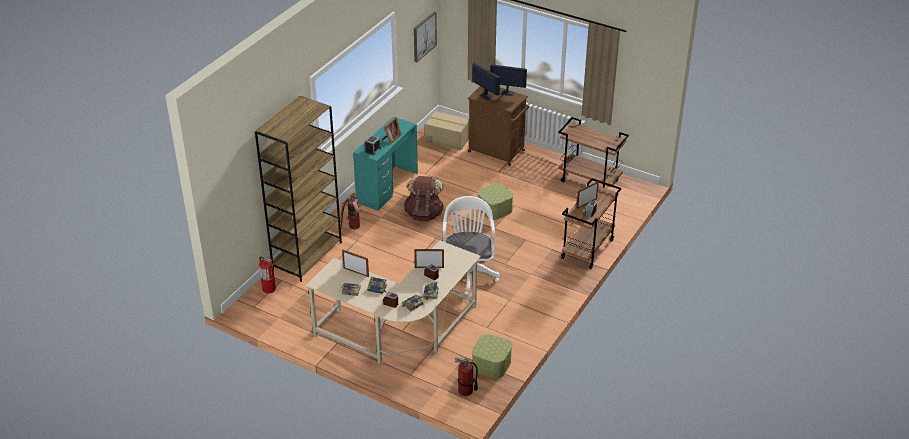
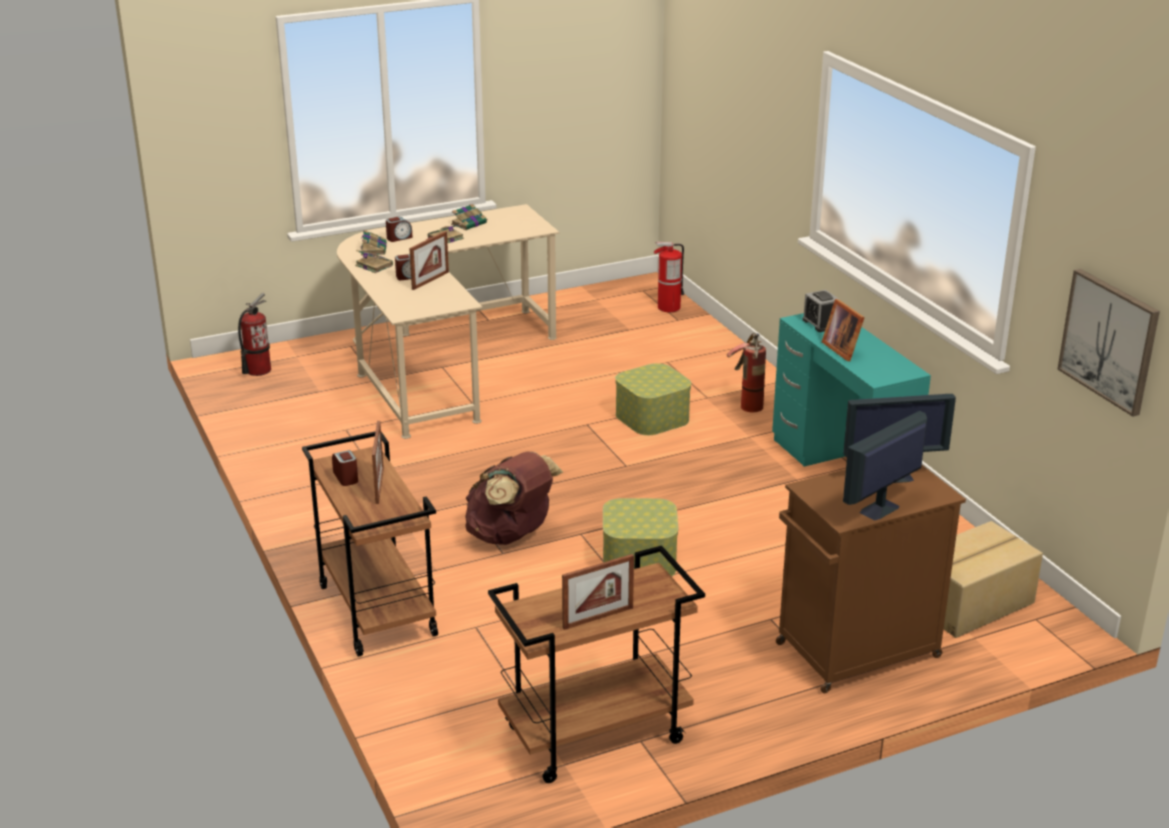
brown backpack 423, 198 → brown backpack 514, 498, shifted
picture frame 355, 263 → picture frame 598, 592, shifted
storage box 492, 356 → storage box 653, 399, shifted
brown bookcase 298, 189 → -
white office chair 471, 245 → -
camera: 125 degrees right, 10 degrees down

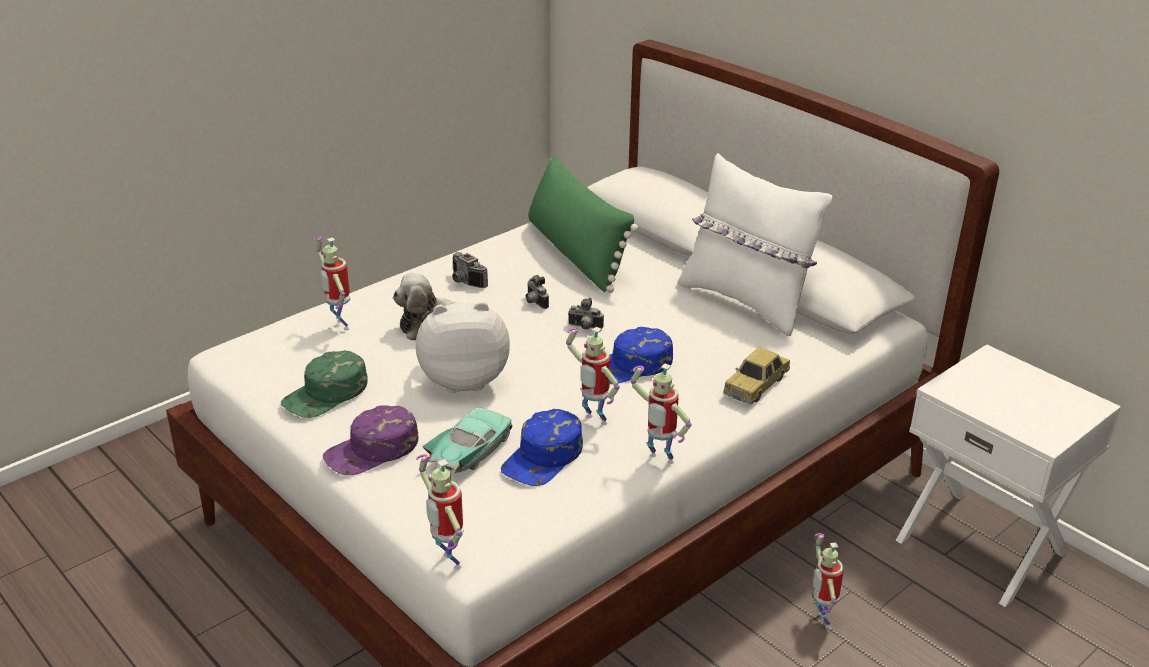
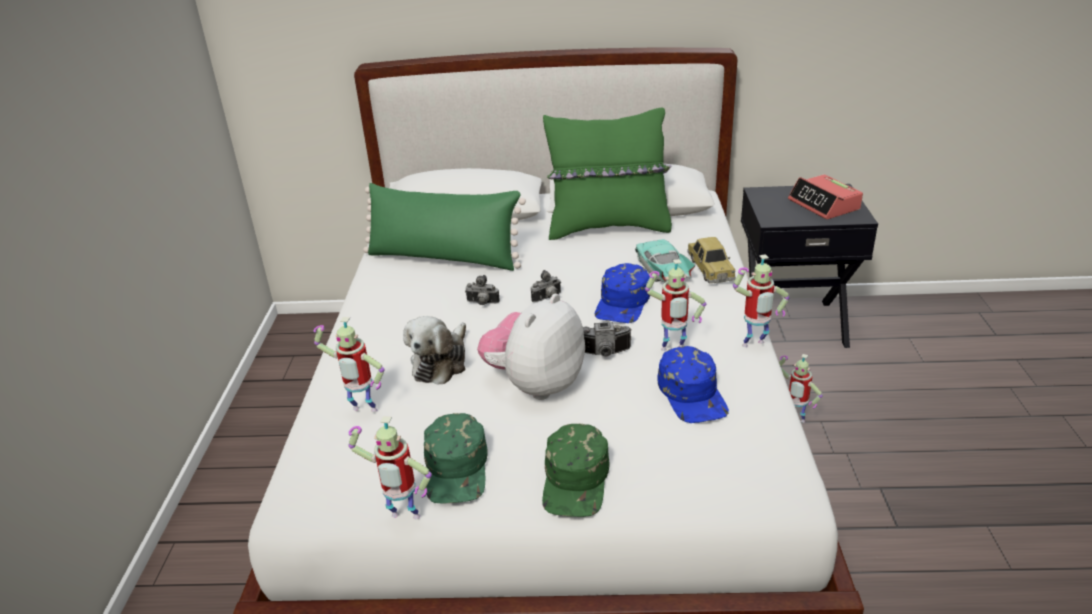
toy robot 440, 512 → toy robot 390, 467, shifted
purple cap 370, 440 → green cap 575, 470
white pillow 755, 244 → green pillow 607, 174
photo camera 470, 270 → photo camera 607, 339, shifted
turquoise toy car 467, 440 → turquoise toy car 665, 261, shifted
white nightstand 1008, 475 → black nightstand 809, 266
- → alarm clock 825, 196
camera: 45 degrees left, 0 degrees up

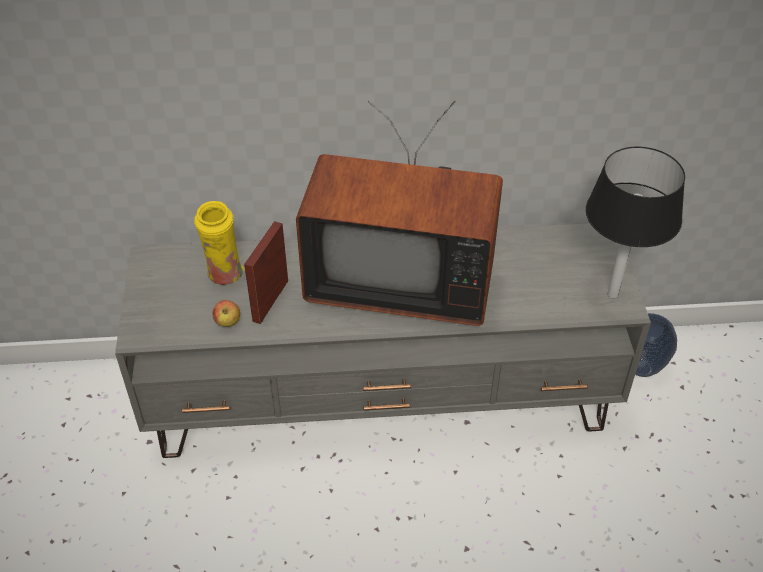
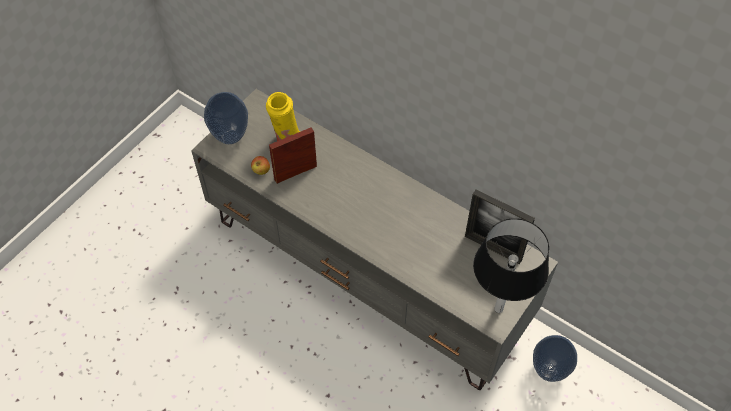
- → vase 226, 118
- → picture frame 500, 227
television 399, 213 → -
camera: 40 degrees right, 10 degrees up

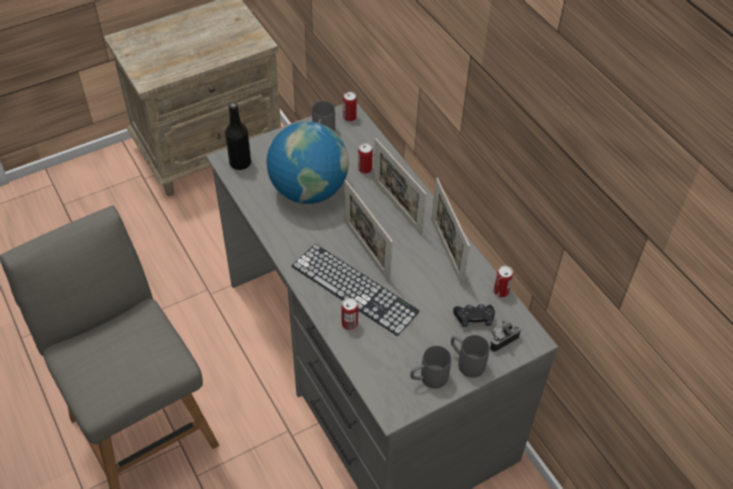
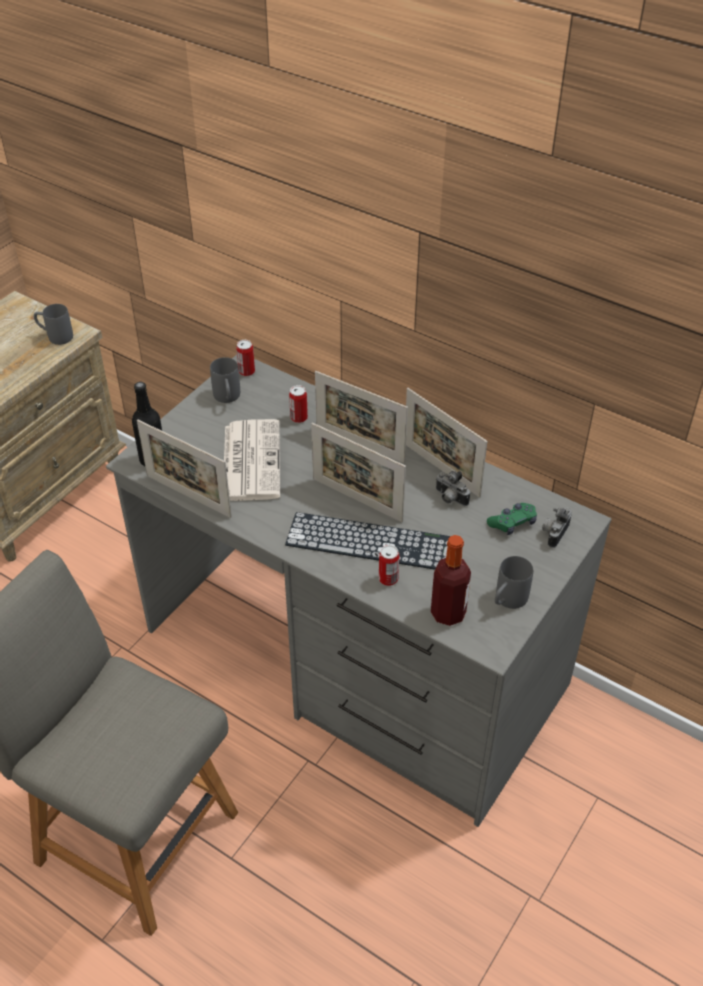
grey mug 470, 356 → grey mug 53, 324, shifted
- → picture frame 184, 469
globe 308, 163 → newspaper 252, 460
- → bottle 451, 580
- → photo camera 453, 488
black game controller 474, 315 → green game controller 512, 519
can 503, 281 → -
camera: 25 degrees left, 5 degrees down

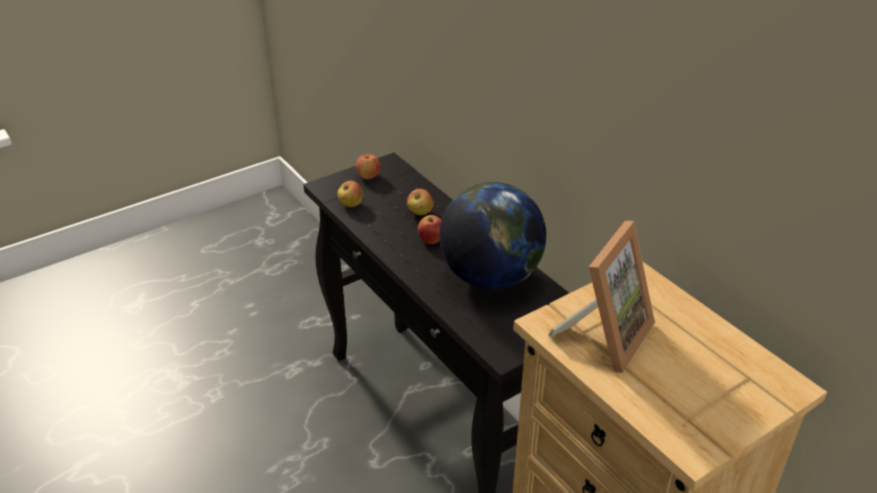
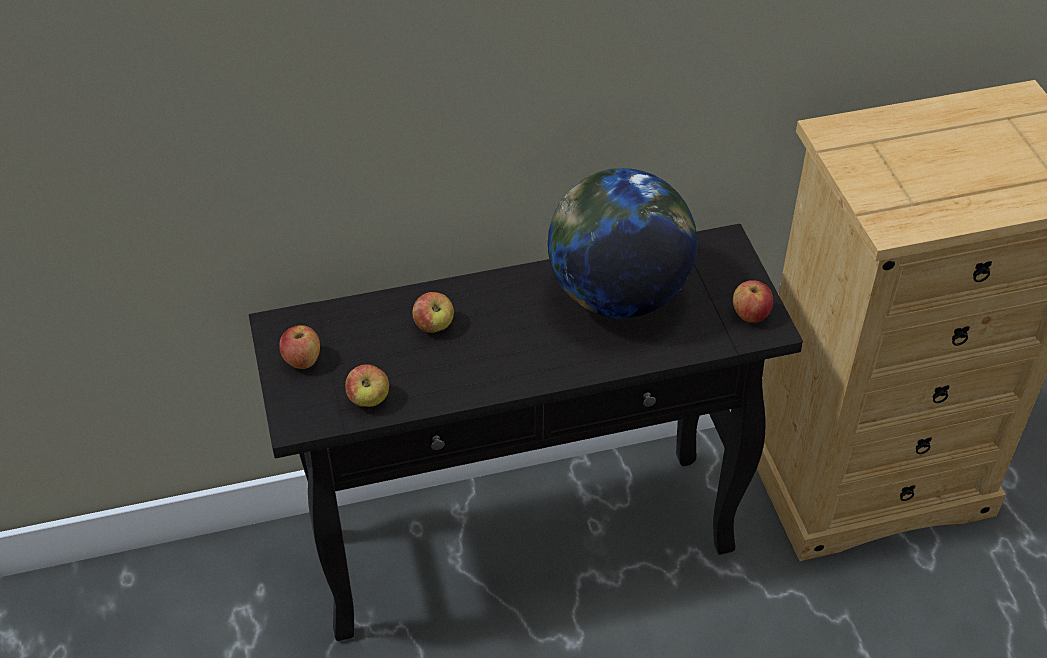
apple 429, 229 → apple 753, 301, shifted
picture frame 601, 297 → -
camera: 70 degrees left, 10 degrees up

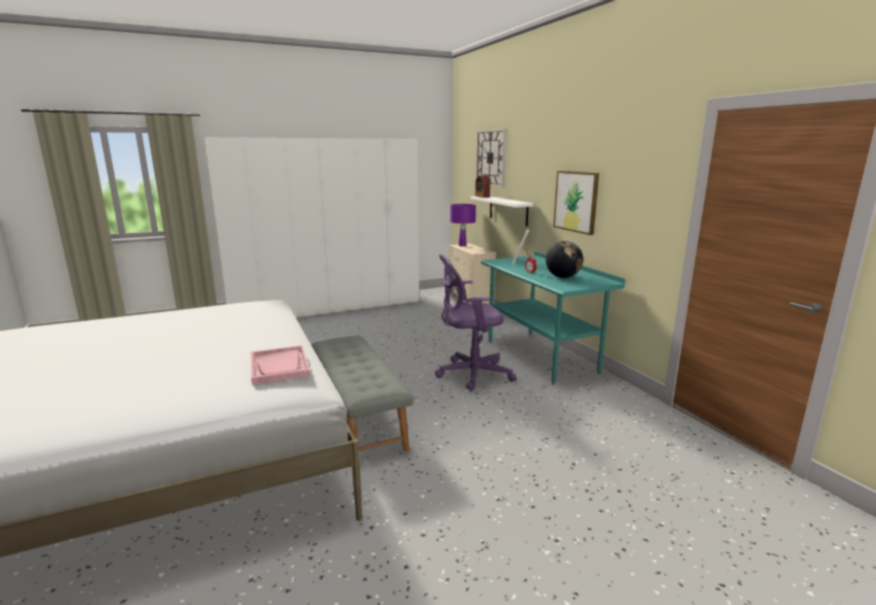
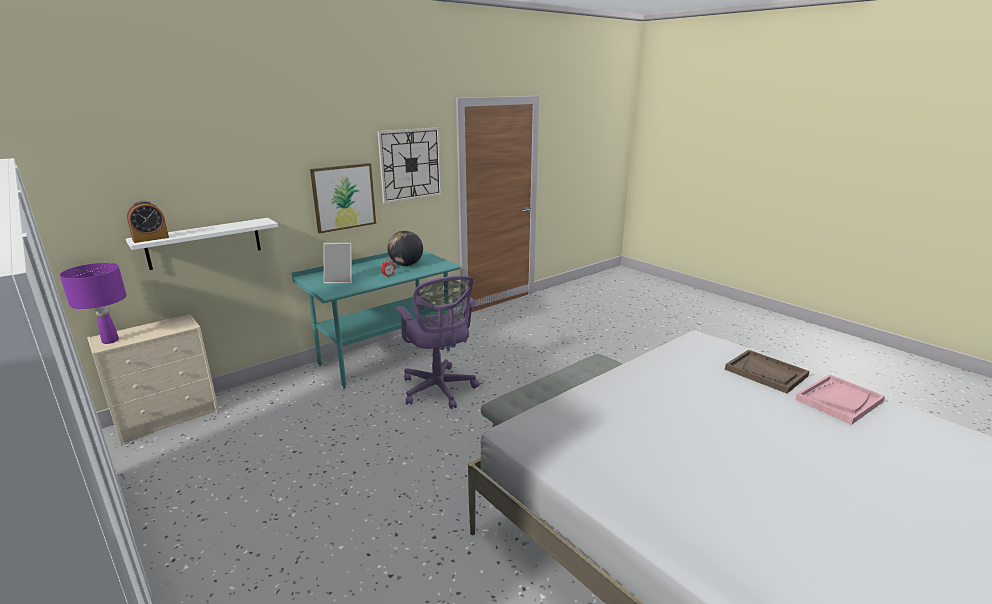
wall clock 491, 158 → wall clock 409, 165, shifted
- → brown tray 767, 372
pink tray 280, 365 → pink tray 840, 399, shifted
camera: 105 degrees left, 5 degrees up

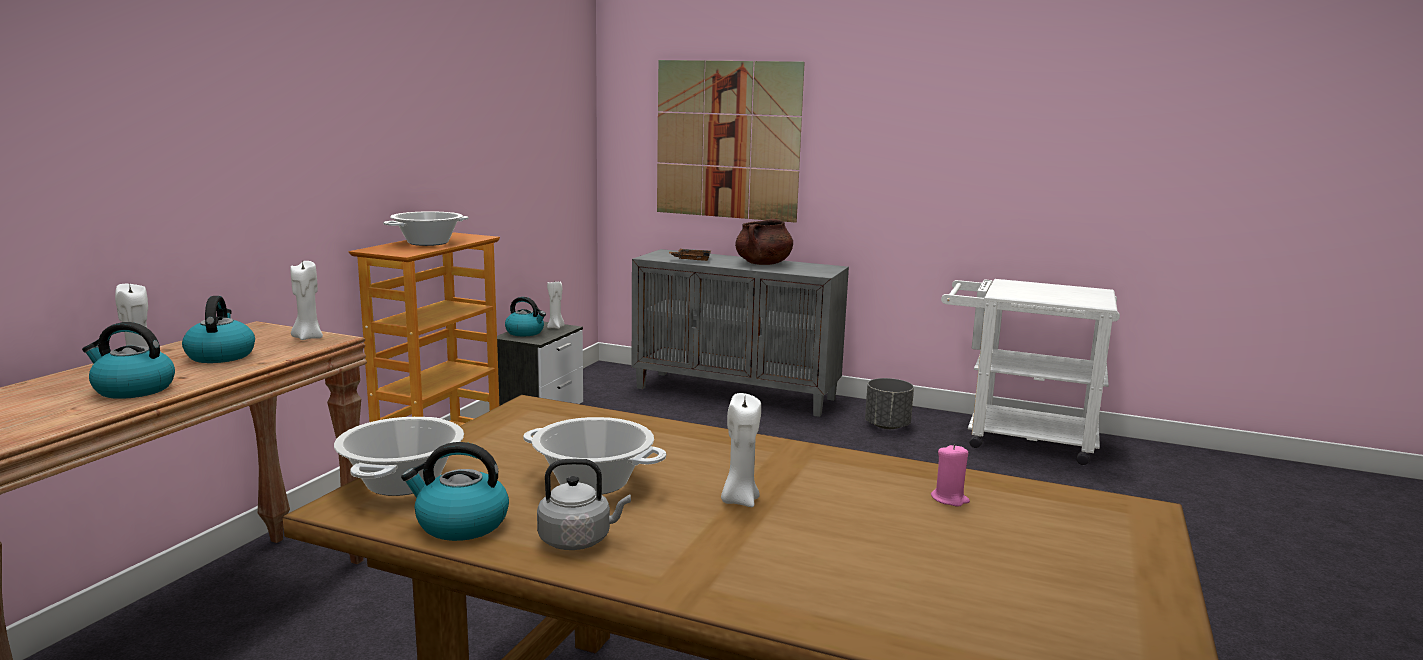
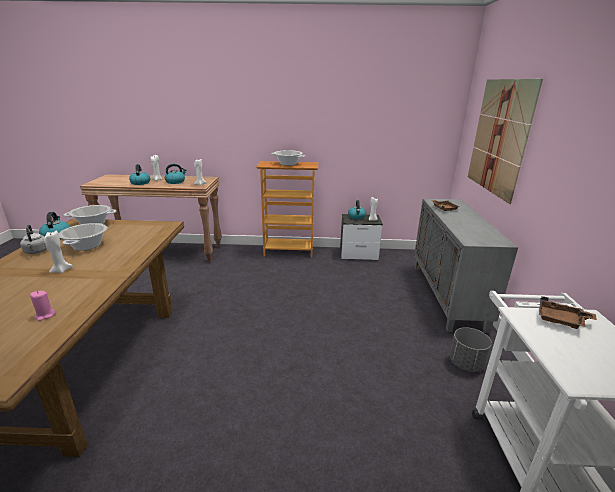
- → brown tray 568, 312
brown cooking pot 764, 242 → -
camera: 70 degrees right, 10 degrees up

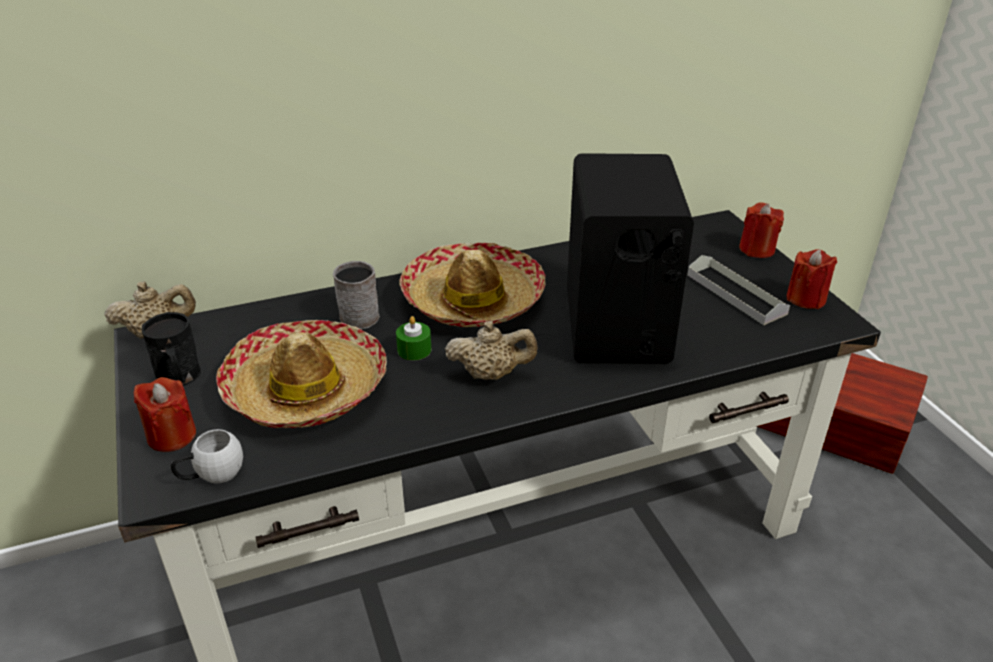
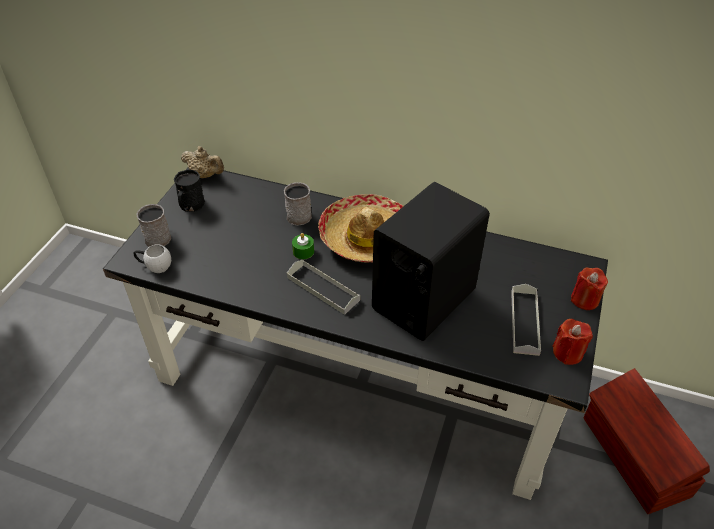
red candle 165, 414 → grey mug 154, 225
beige teapot 491, 350 → grey tray 323, 287
hat 301, 374 → -
camera: 40 degrees right, 10 degrees up

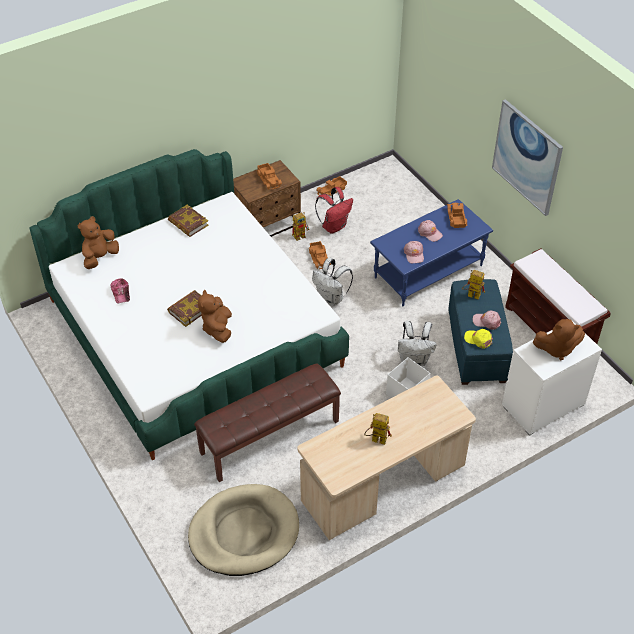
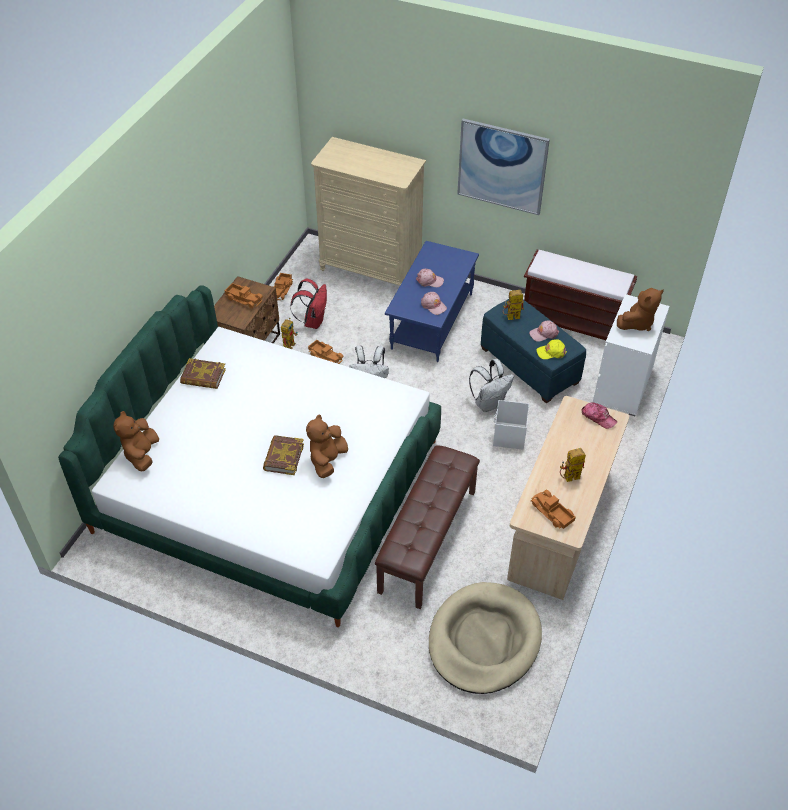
brown plush toy 215, 316 → brown plush toy 327, 446, 60 degrees clockwise
- → beige dresser 368, 211
toy truck 457, 215 → toy truck 553, 509, shifted
cap 120, 291 → cap 599, 415, shifted
camera: 35 degrees left, 0 degrees up

